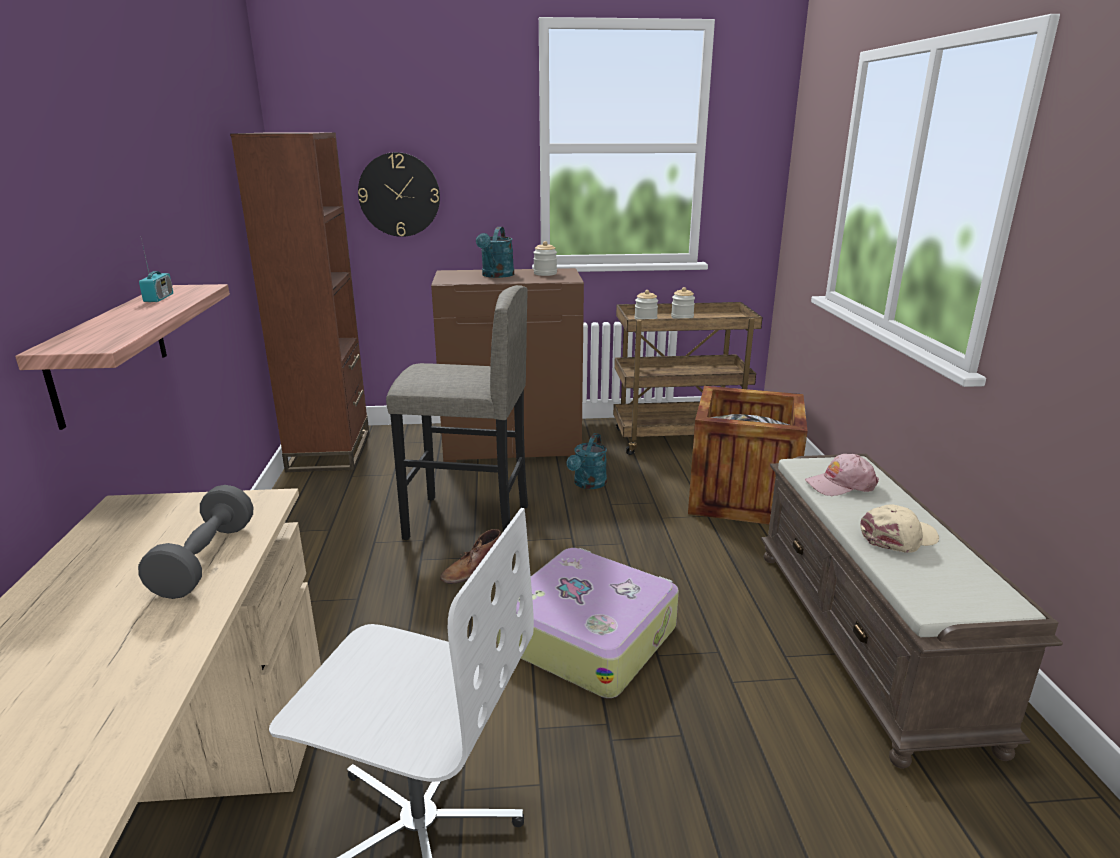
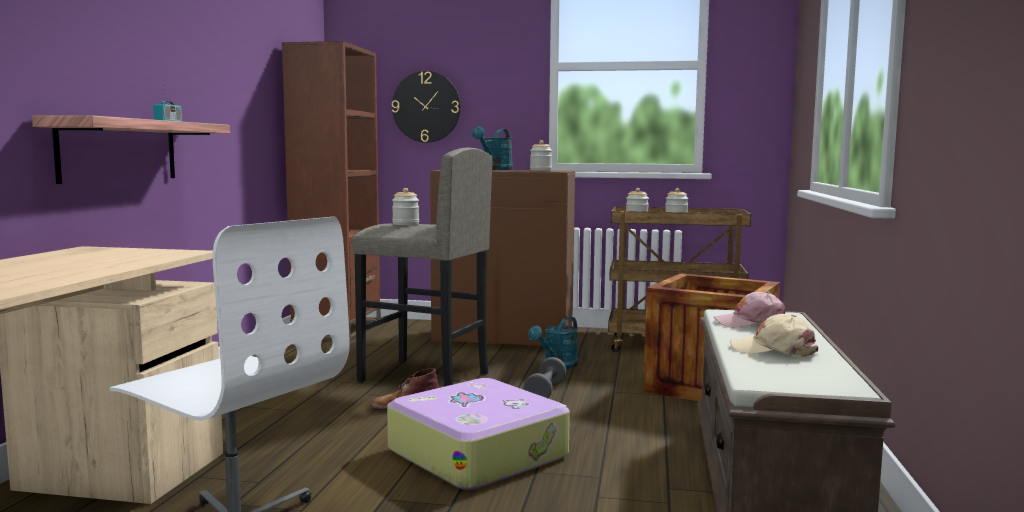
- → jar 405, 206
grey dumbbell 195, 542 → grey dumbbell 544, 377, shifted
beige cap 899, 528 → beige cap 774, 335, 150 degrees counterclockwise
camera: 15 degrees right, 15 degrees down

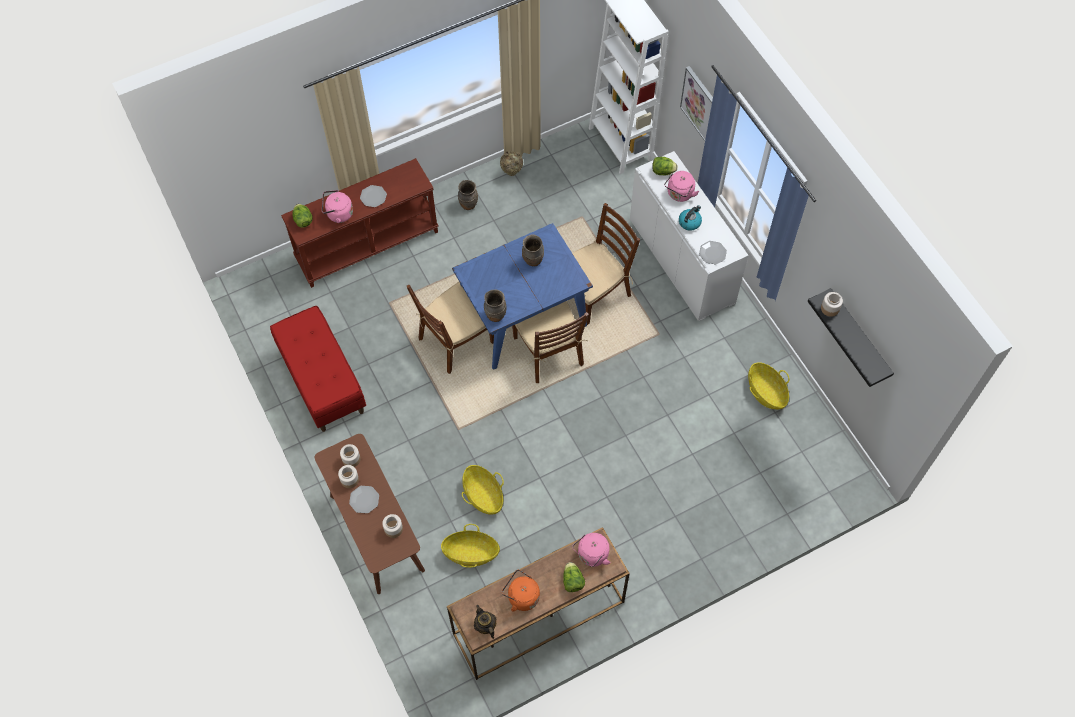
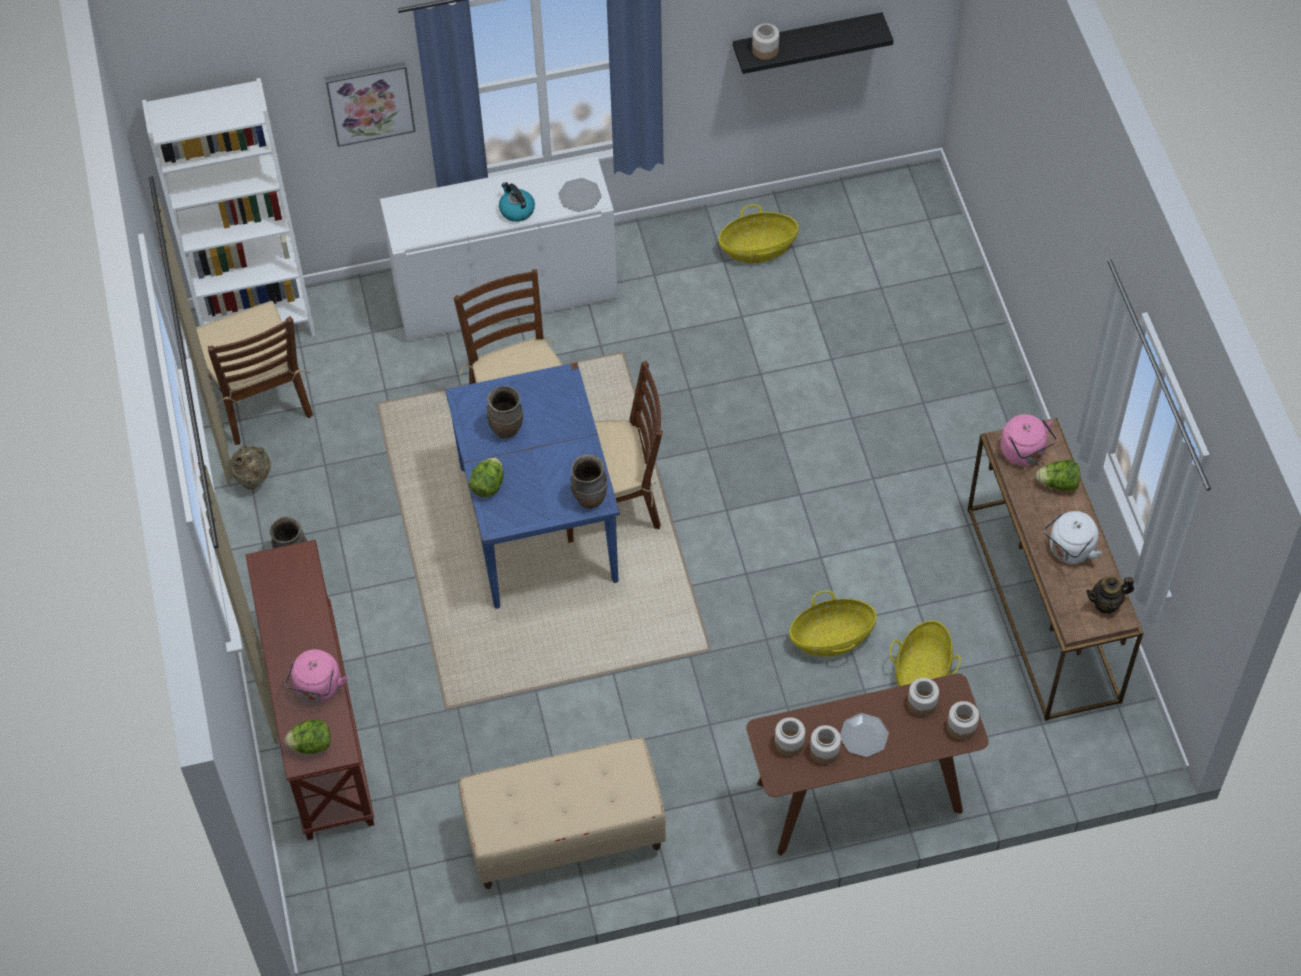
brown chair 450, 328 → brown chair 254, 373, shifted
red bench 318, 369 → beige bench 562, 813
lettuce 665, 166 → lettuce 486, 477, shifted
- → jar 963, 720
orange kettle 521, 590 → white kettle 1073, 537
plate 373, 196 → -
pink kettle 681, 186 → -
camera: 75 degrees left, 5 degrees down

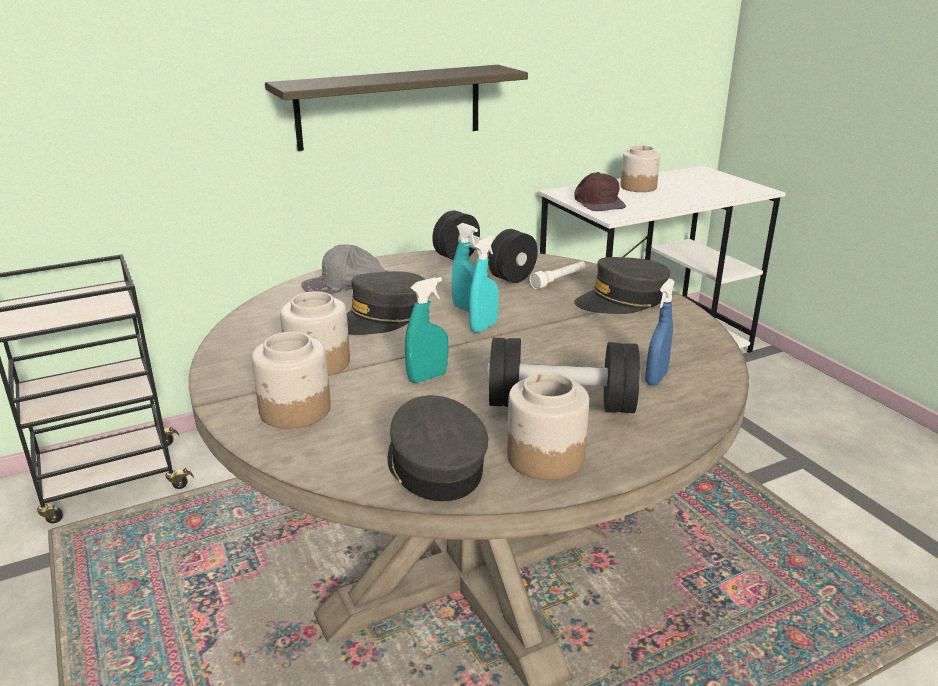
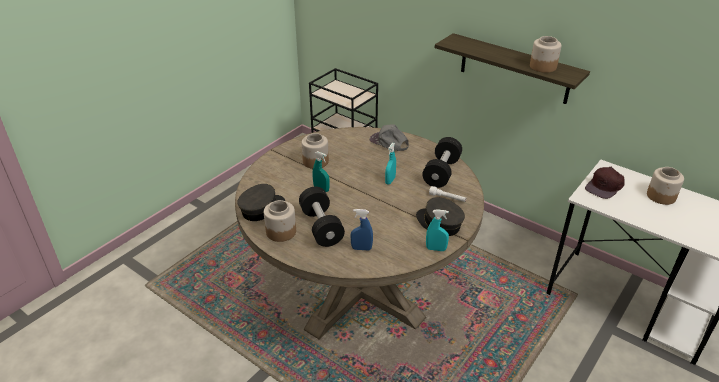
turquoise spray bottle 484, 284 → turquoise spray bottle 437, 230, shifted
jar 291, 380 → jar 546, 54, shifted
grey cap 386, 303 → -
camera: 65 degrees right, 10 degrees up

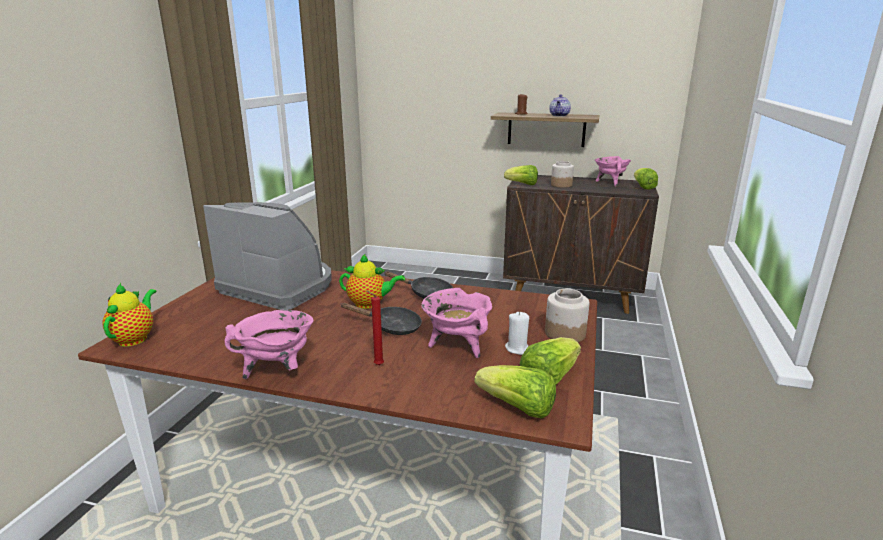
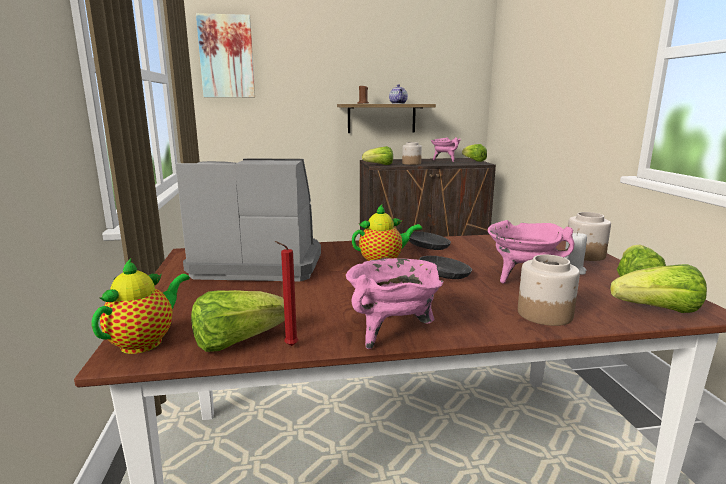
teapot 129, 315 → teapot 140, 306, 45 degrees clockwise
- → lettuce 238, 321
- → picture 225, 55
red candle 375, 327 → red candle 286, 293, shifted
- → jar 549, 290
camera: 25 degrees left, 5 degrees down

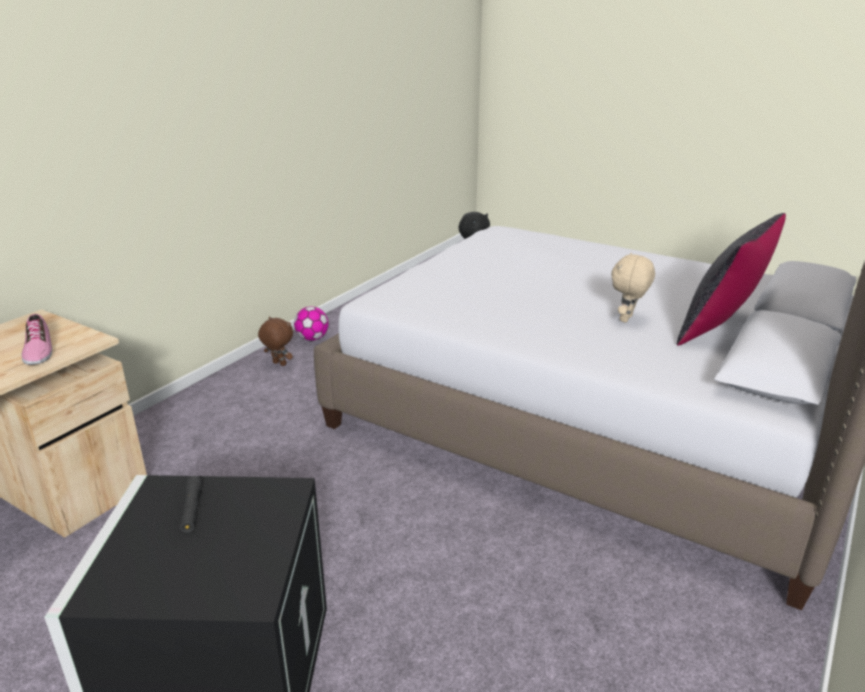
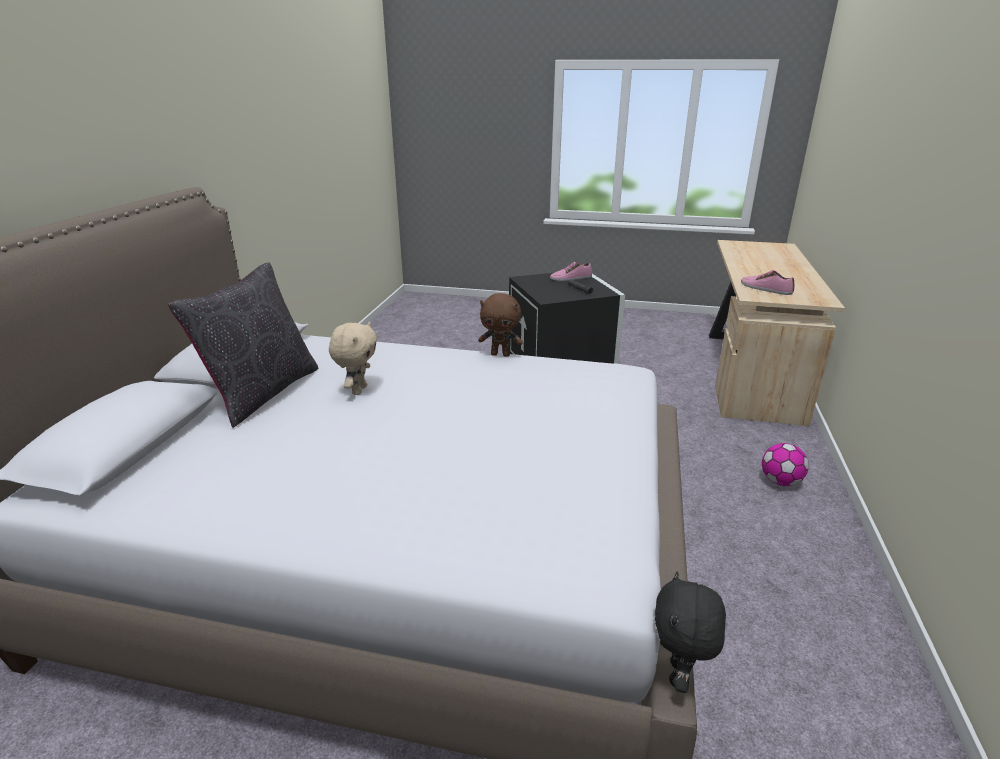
brown plush toy 275, 341 → brown plush toy 500, 325, shifted
- → shoe 571, 271
football 311, 323 → football 785, 464, shifted
camera: 160 degrees right, 0 degrees up

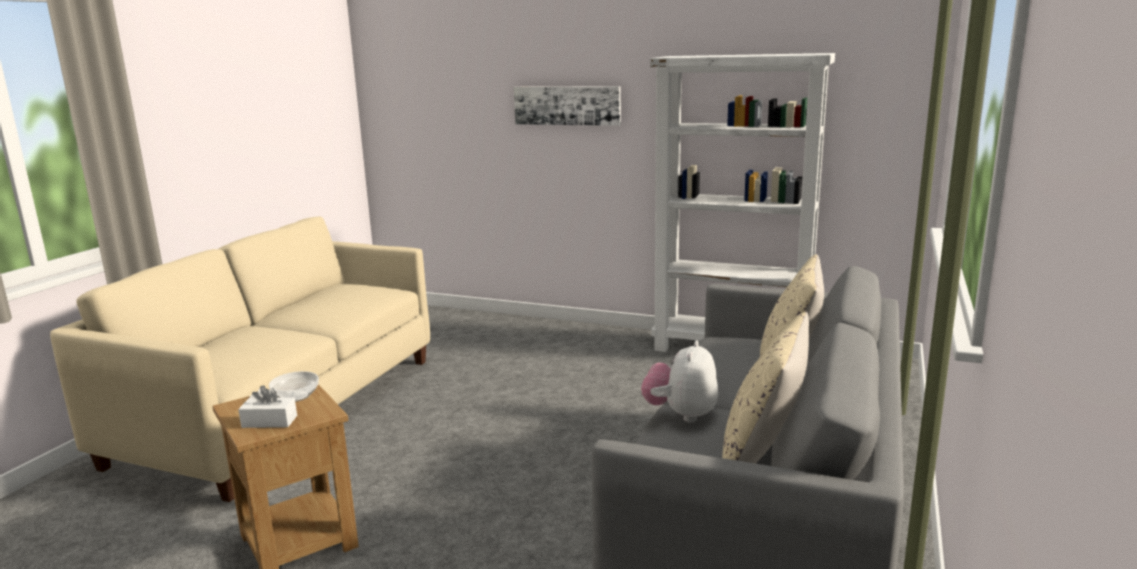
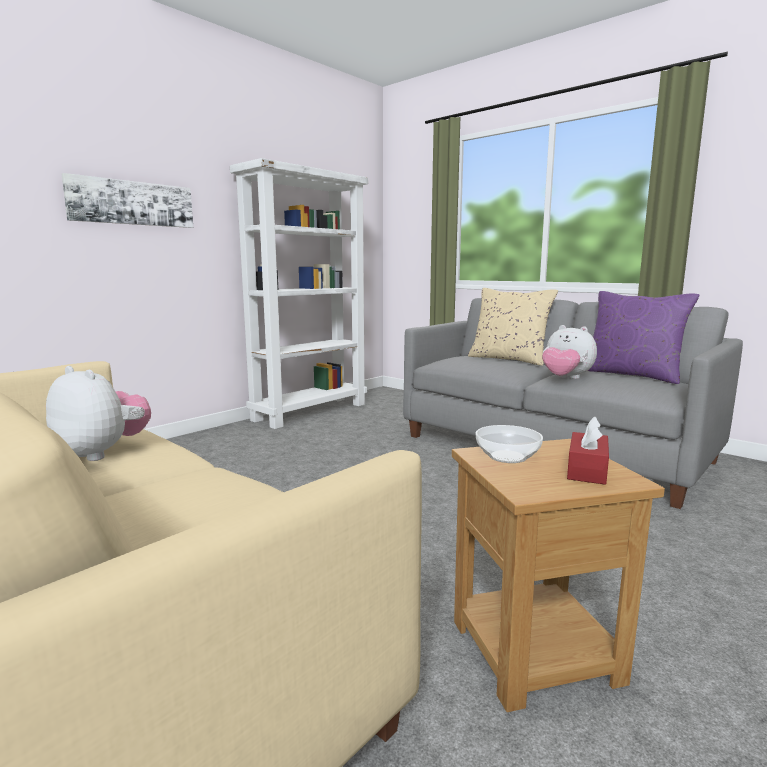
- → plush toy 98, 413
white tissue box 267, 406 → red tissue box 588, 451
beige pillow 765, 387 → purple pillow 644, 337
camera: 70 degrees left, 5 degrees down

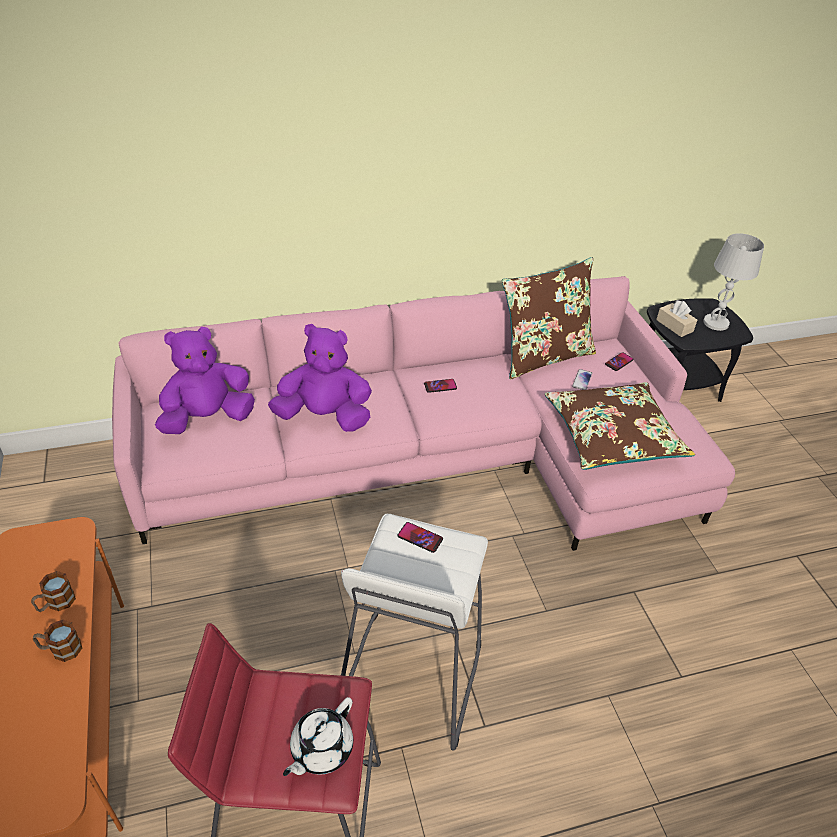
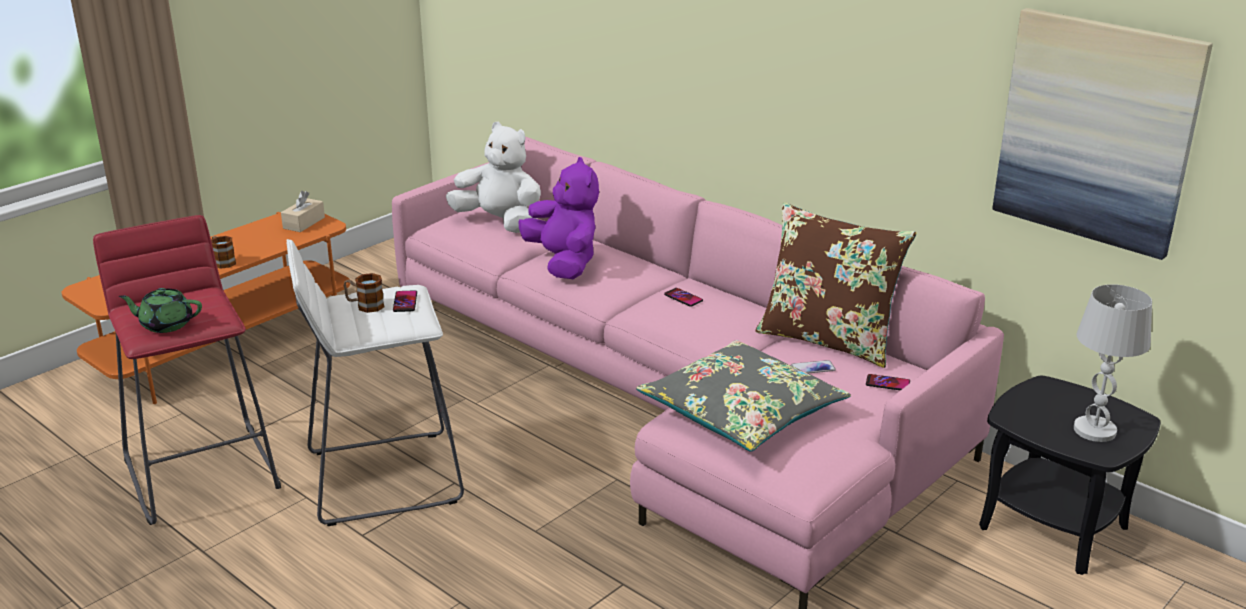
white teapot 318, 736 → green teapot 160, 310
beige tissue box 676, 318 → beige tissue box 303, 211, shifted
mug 53, 591 → mug 364, 293, shifted
purple plush toy 205, 380 → white plush toy 493, 177
brown pillow 620, 426 → grey pillow 743, 396
- → picture 1103, 134
camera: 60 degrees right, 15 degrees down

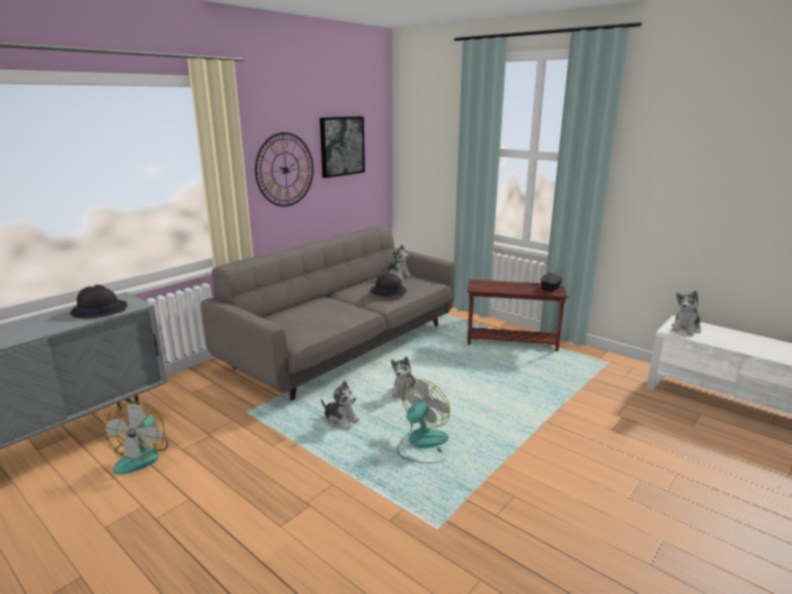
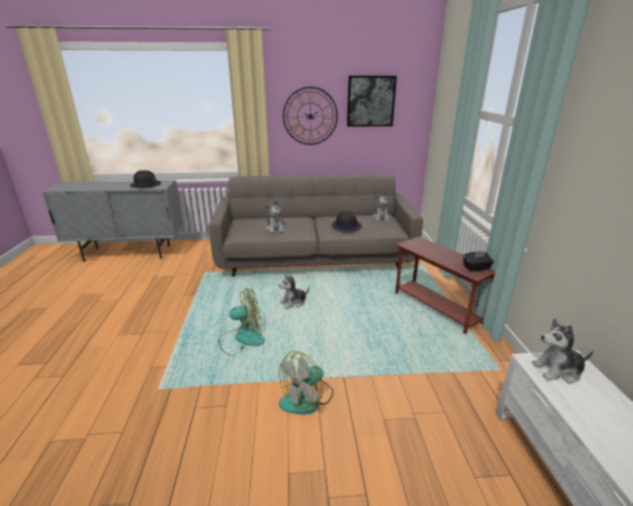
plush toy 340, 405 → plush toy 275, 216, shifted
fan 136, 437 → fan 306, 383, shifted
camera: 45 degrees right, 5 degrees up

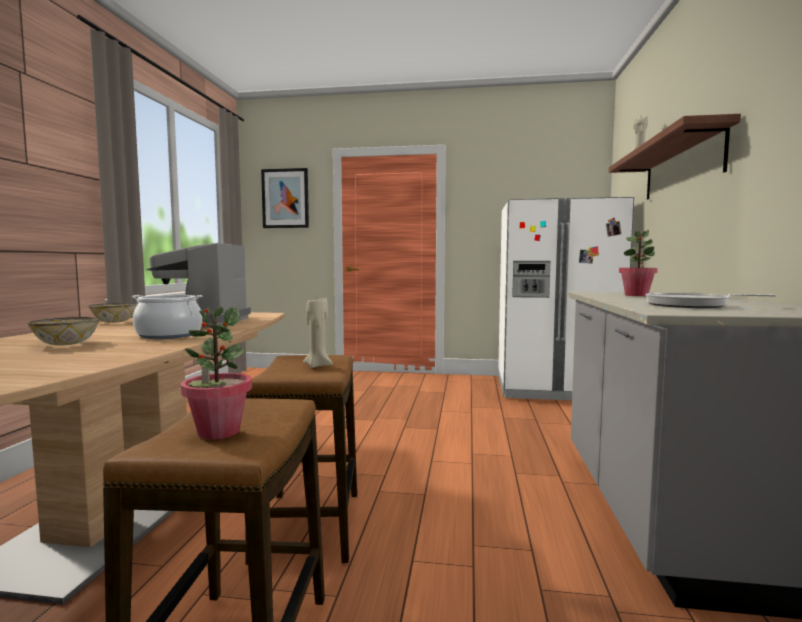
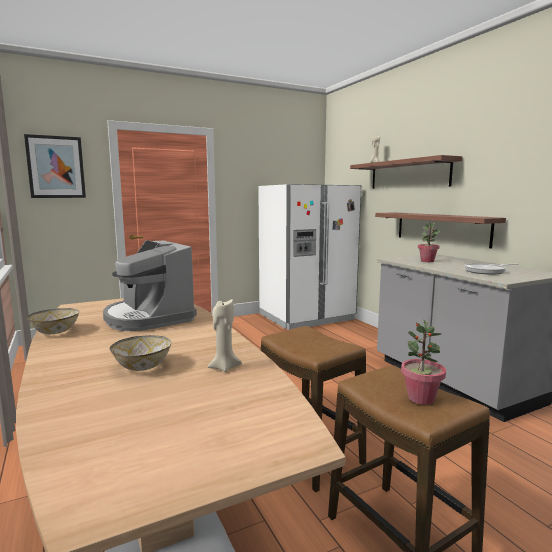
beige candle 317, 333 → beige candle 224, 335, shifted
- → shelf 440, 230
cooking pot 167, 317 → -
camera: 35 degrees left, 5 degrees up

